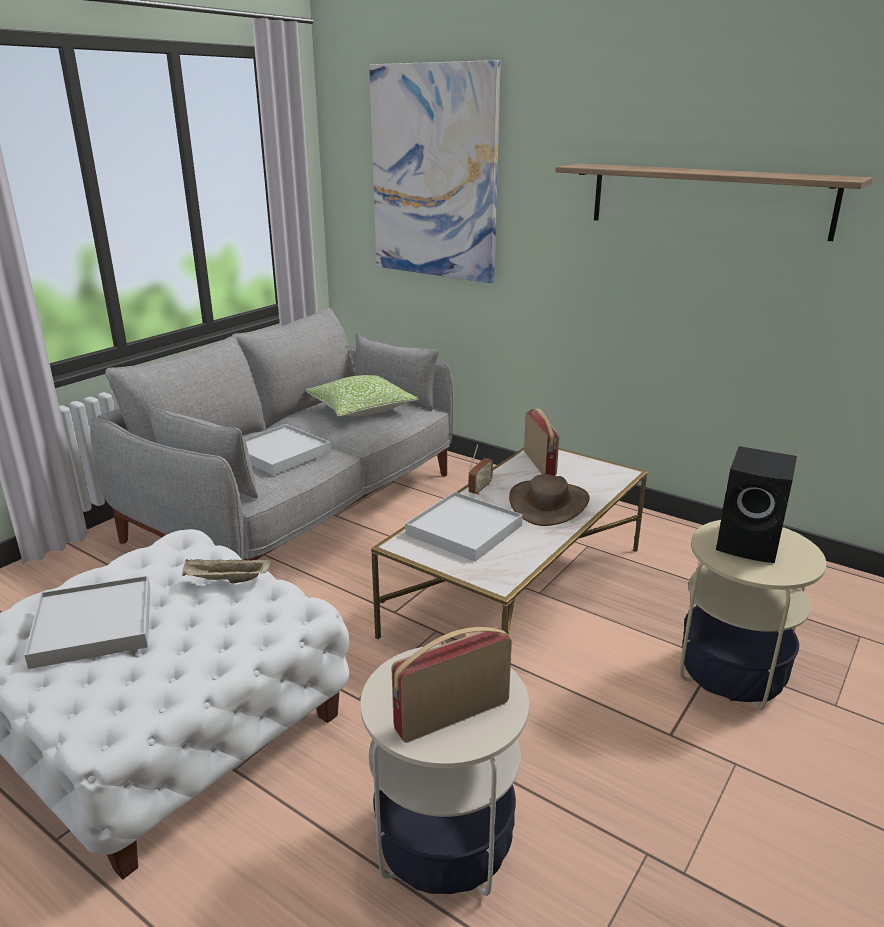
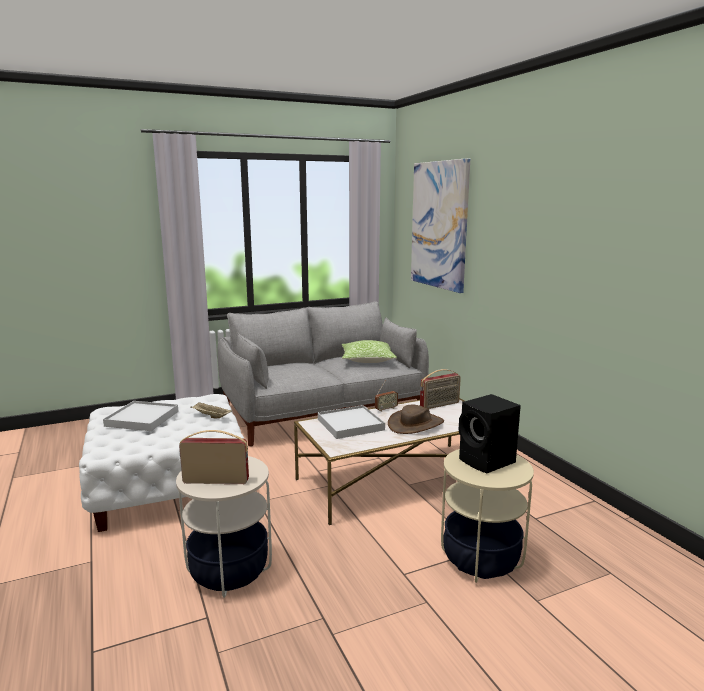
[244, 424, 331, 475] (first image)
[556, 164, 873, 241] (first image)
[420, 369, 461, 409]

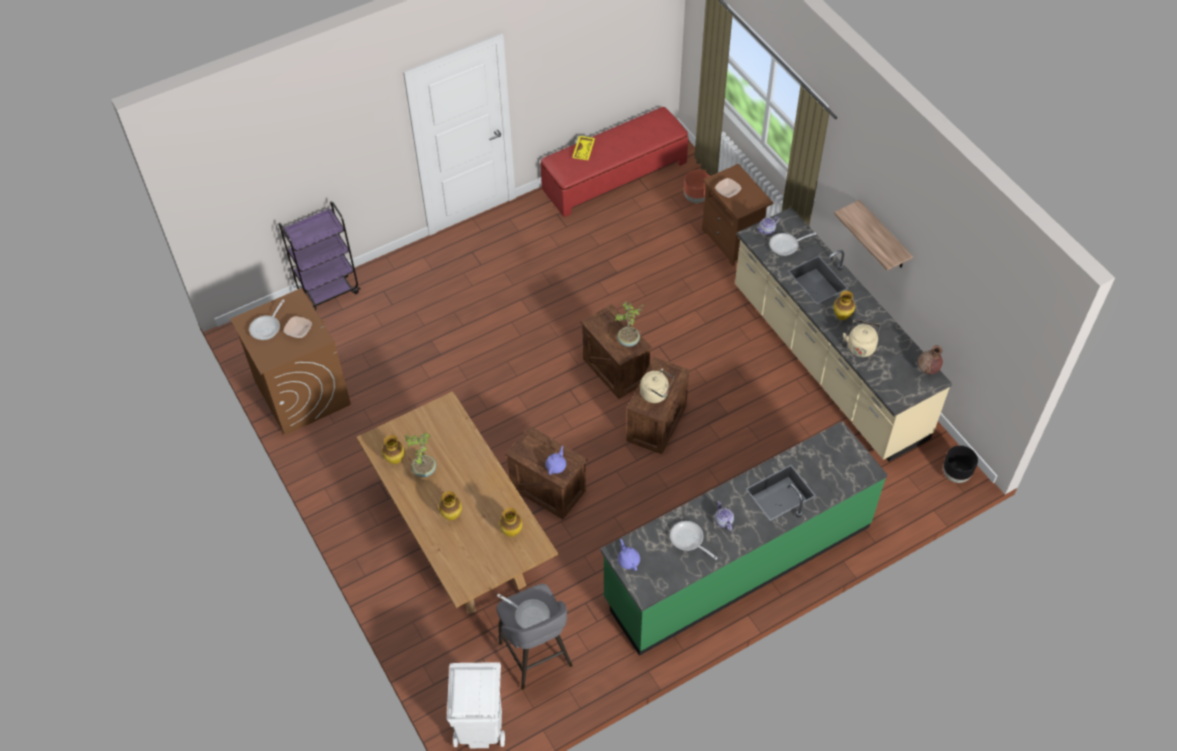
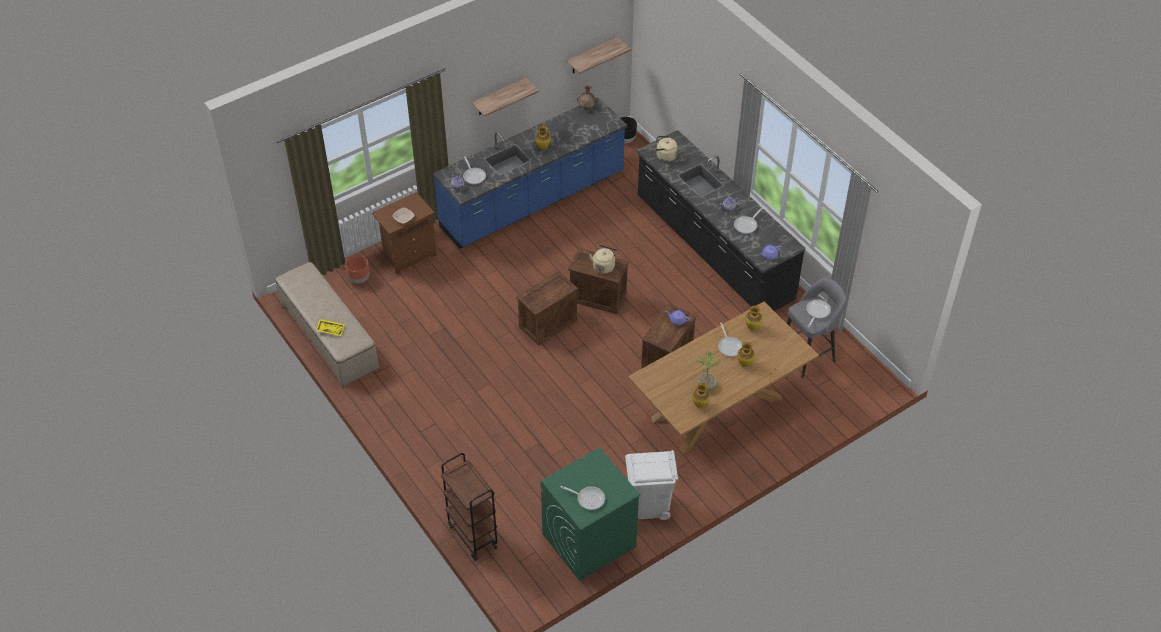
[284, 316, 312, 338] (first image)
[615, 301, 644, 347] (first image)
[566, 37, 631, 74]
[718, 323, 742, 357]
[625, 450, 678, 520]
[654, 136, 678, 162]
[541, 447, 640, 581]
[441, 453, 497, 561]
[275, 262, 379, 386]
[636, 130, 805, 311]
[433, 97, 627, 249]

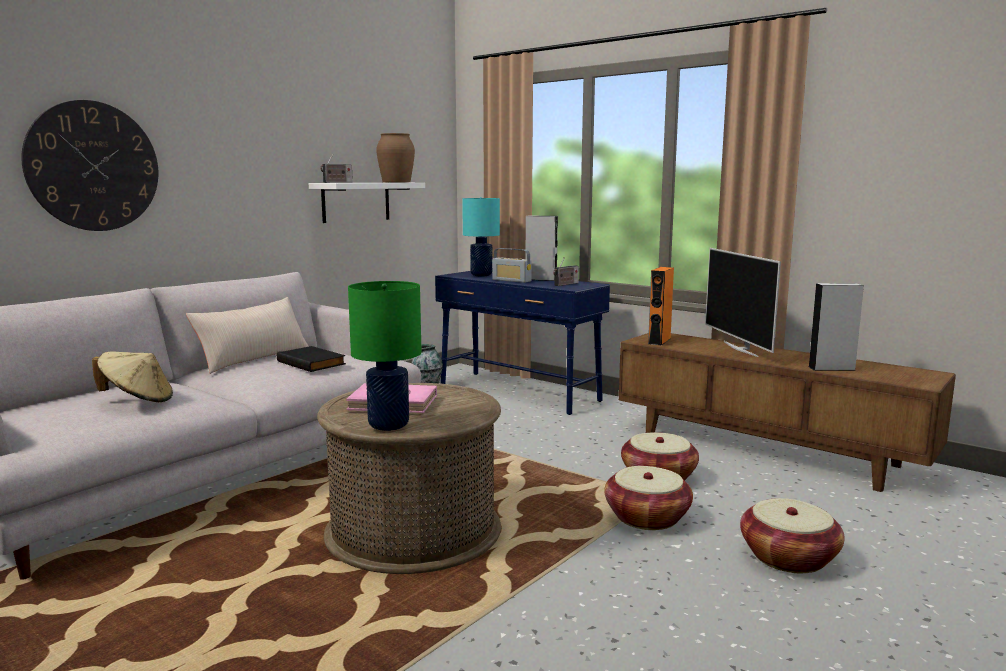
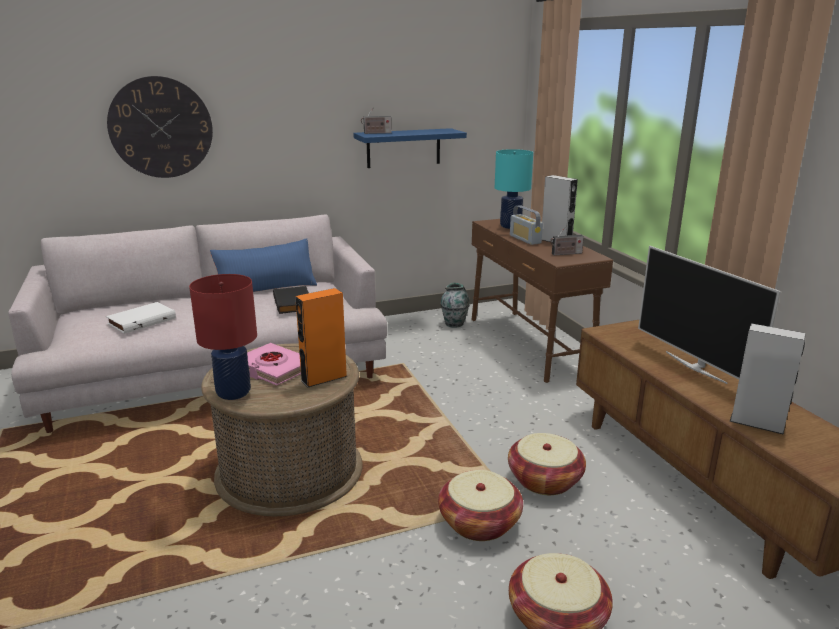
[376, 133, 415, 182] (first image)
[295, 288, 348, 387]
[106, 302, 176, 334]
[210, 238, 317, 292]
[353, 128, 467, 168]
[189, 274, 257, 400]
[472, 219, 613, 383]
[638, 246, 781, 384]

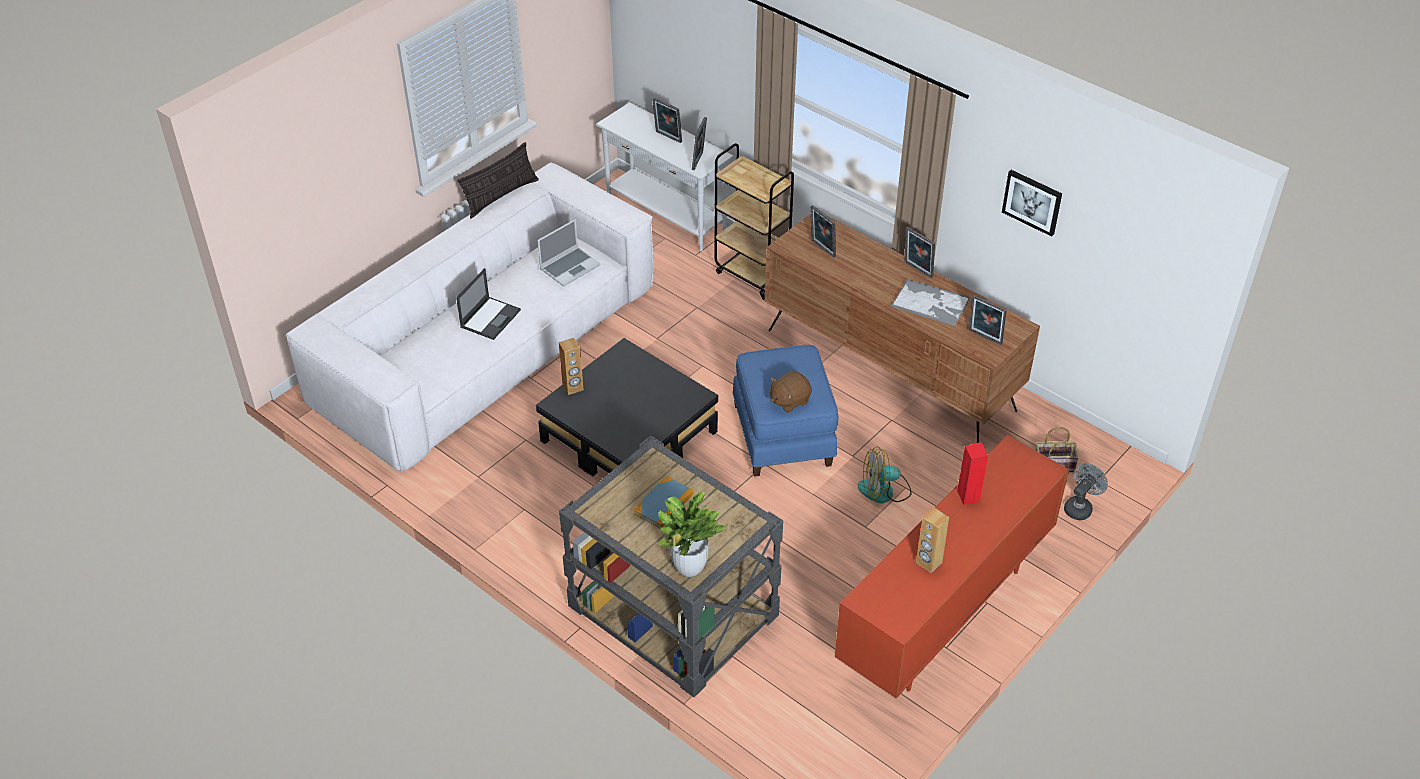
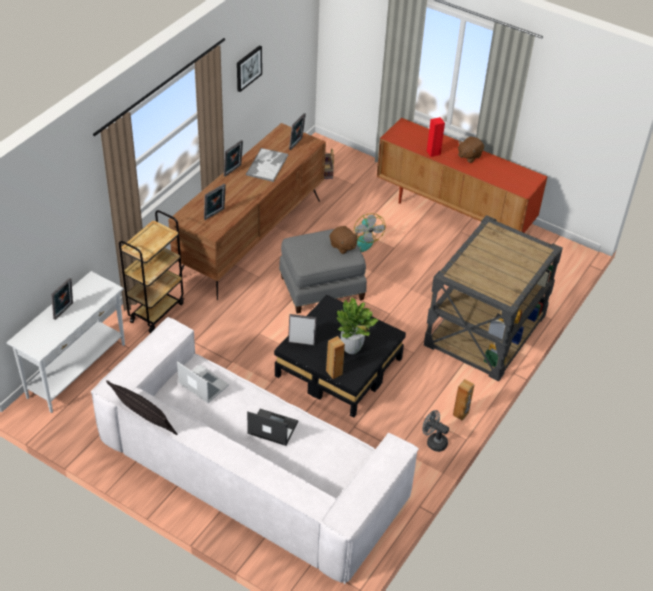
[634, 476, 693, 529] (first image)
[458, 136, 484, 163]
[337, 297, 378, 354]
[288, 314, 316, 346]
[453, 379, 475, 421]
[422, 410, 449, 452]
[279, 229, 367, 314]

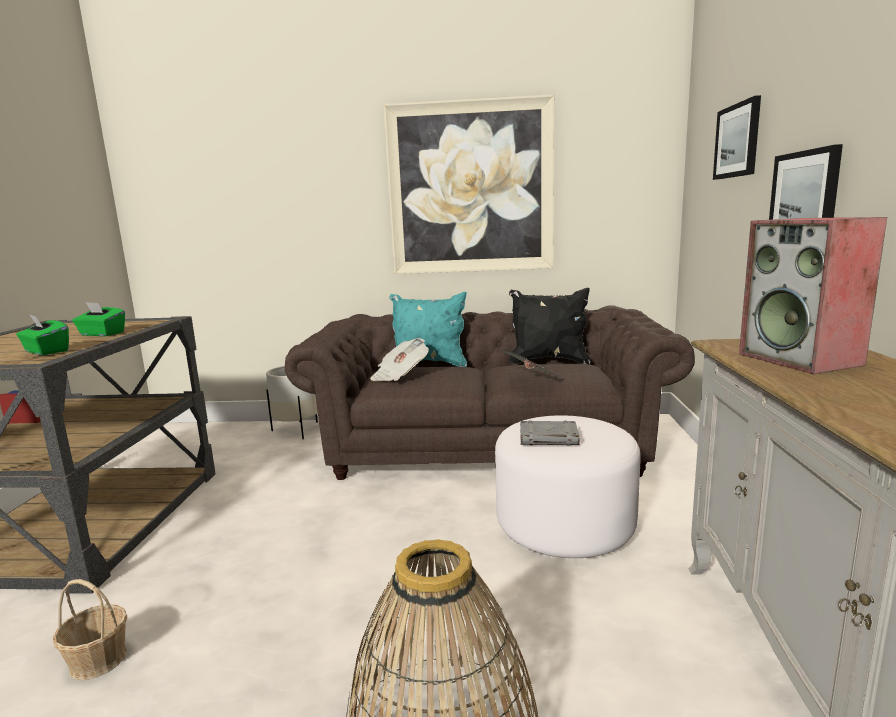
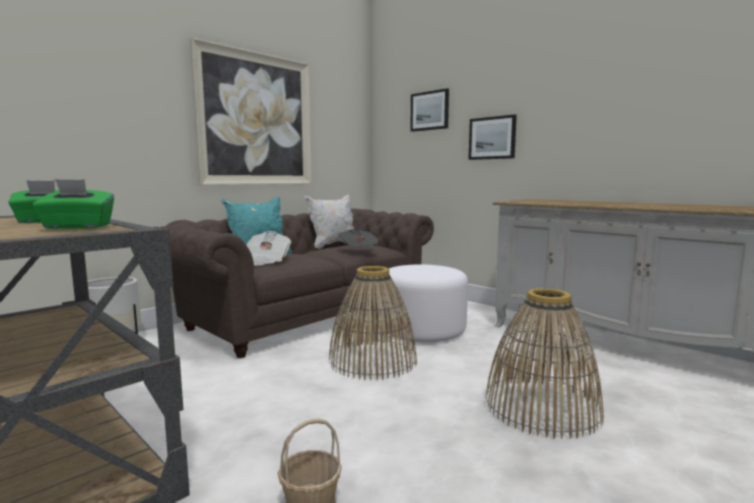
[520, 421, 580, 446] (first image)
[739, 217, 887, 374] (first image)
[329, 266, 417, 380]
[304, 195, 354, 249]

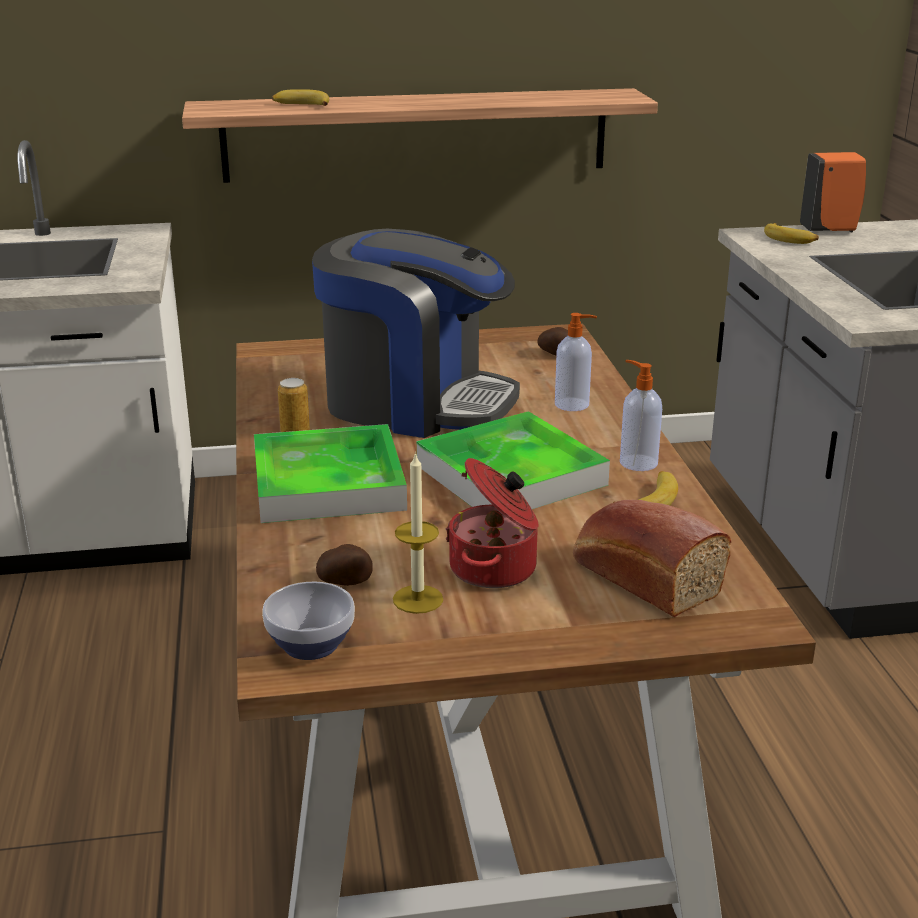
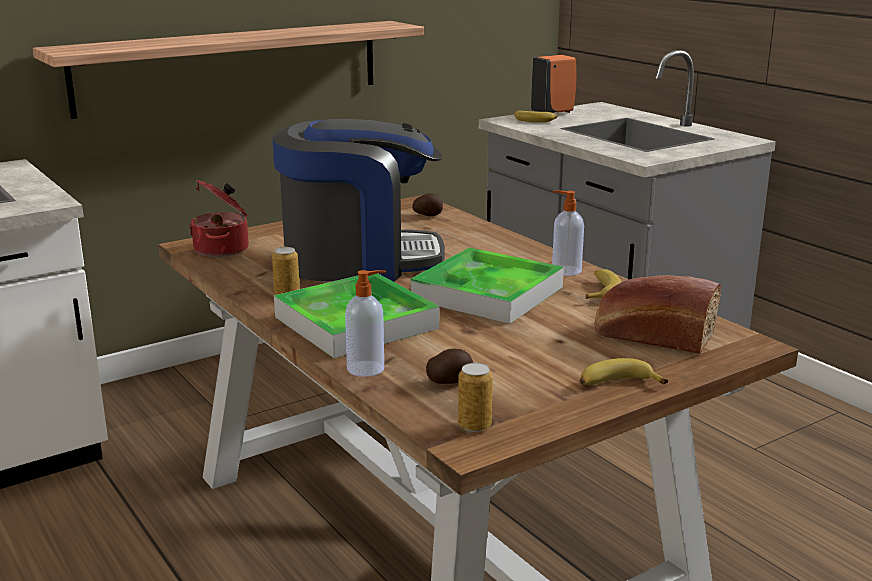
[393, 452, 443, 614] (first image)
[580, 358, 668, 385]
[189, 180, 249, 257]
[345, 270, 386, 377]
[458, 363, 493, 432]

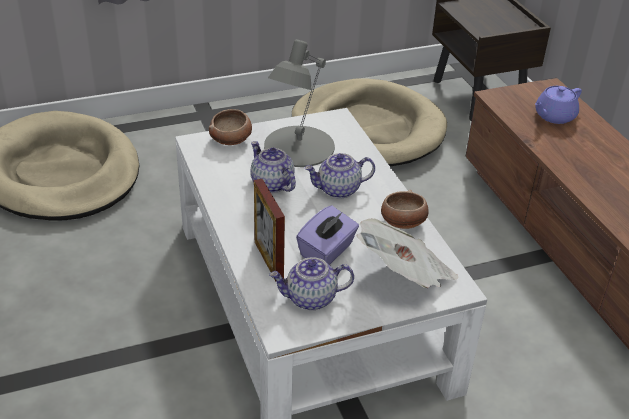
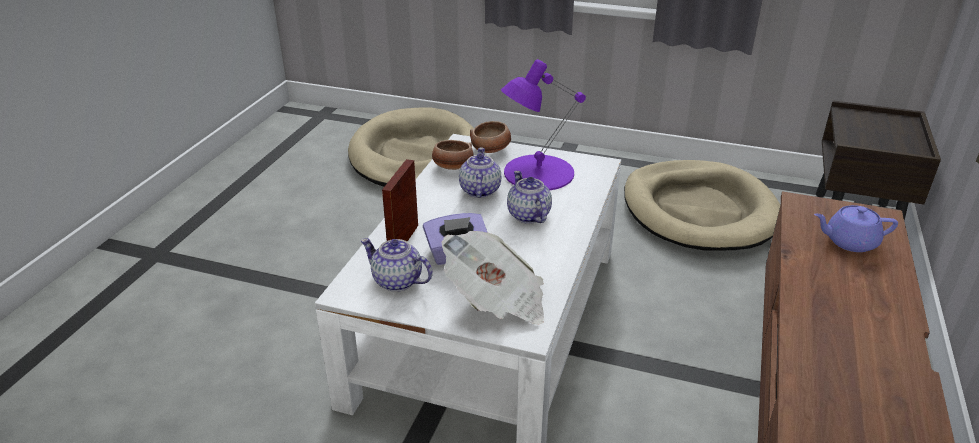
[432, 140, 474, 170]
[501, 59, 586, 190]
[507, 171, 552, 224]

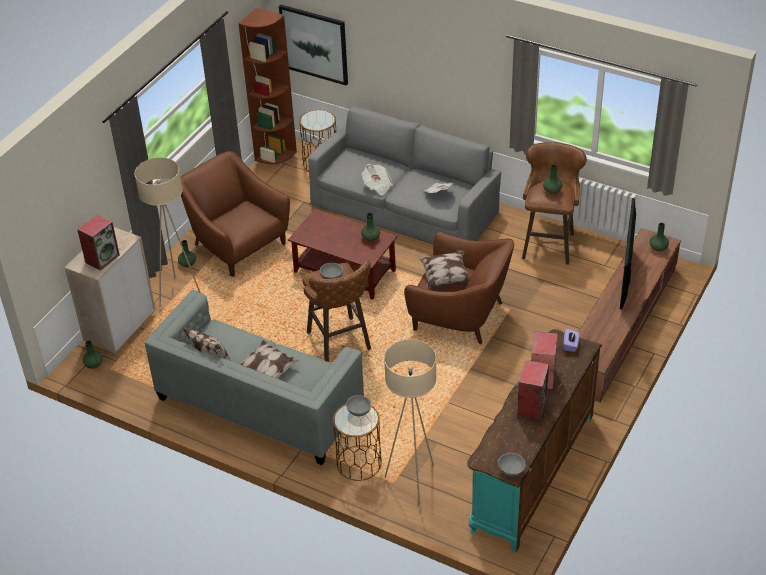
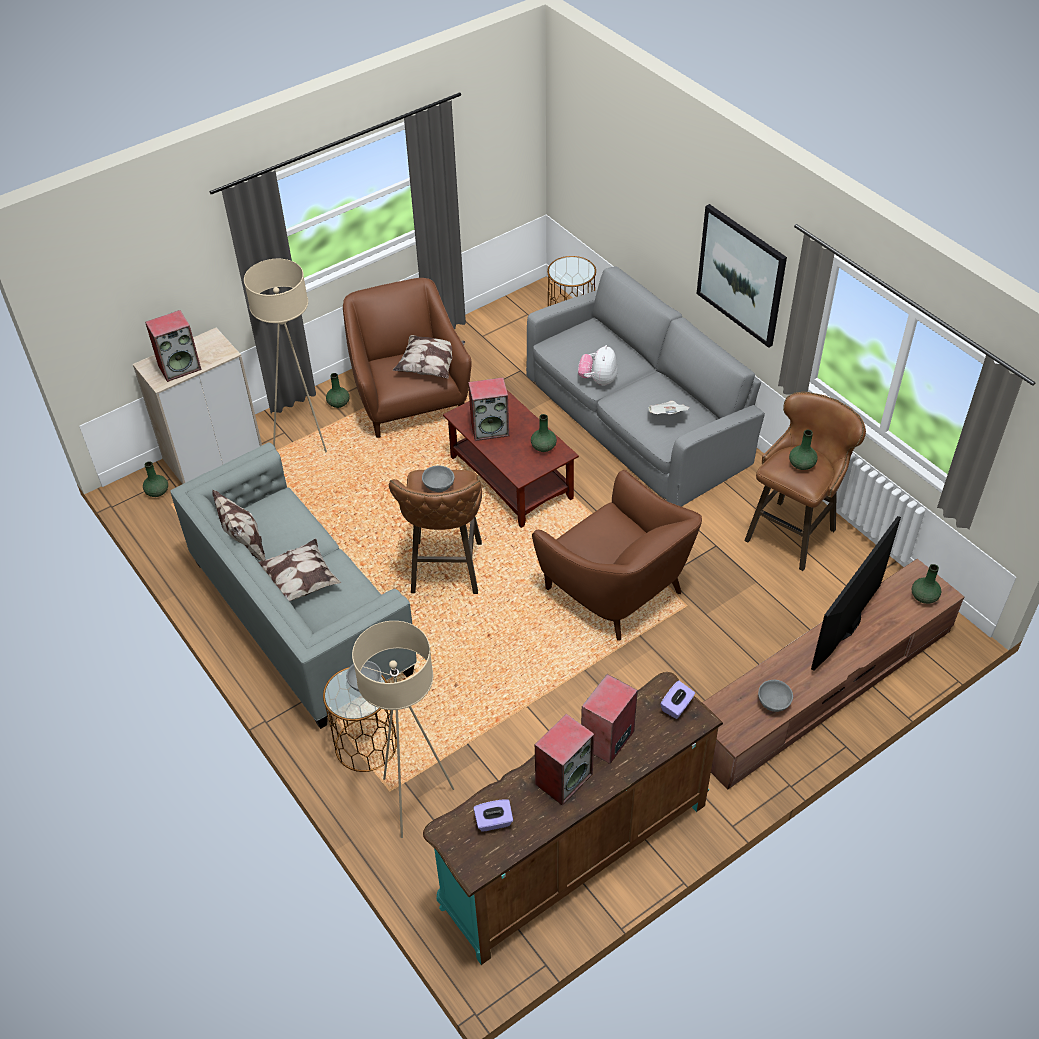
[238, 8, 297, 165] (first image)
[468, 377, 509, 441]
[473, 799, 513, 832]
[697, 204, 787, 348]
[393, 335, 465, 378]
[758, 680, 793, 712]
[578, 345, 618, 386]

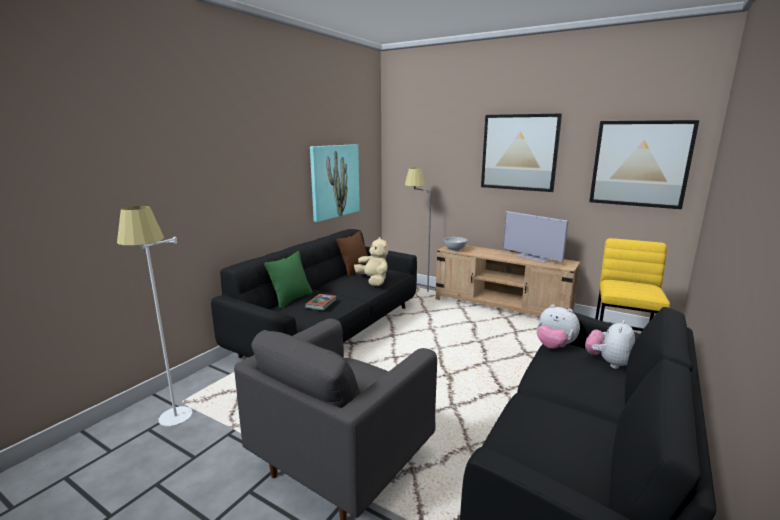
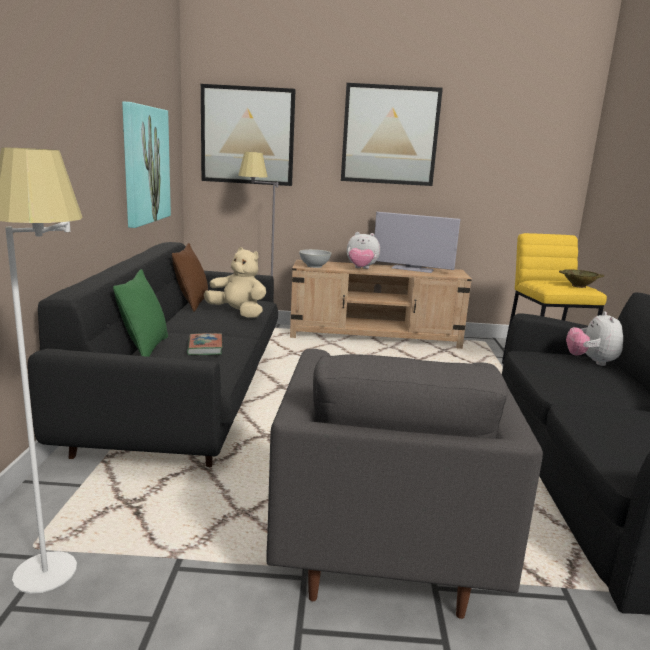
[559, 269, 604, 288]
[347, 232, 380, 269]
[201, 84, 296, 186]

